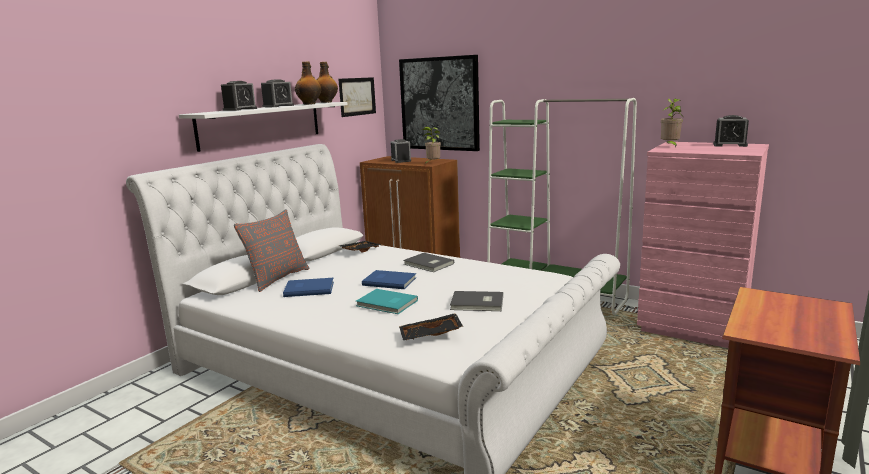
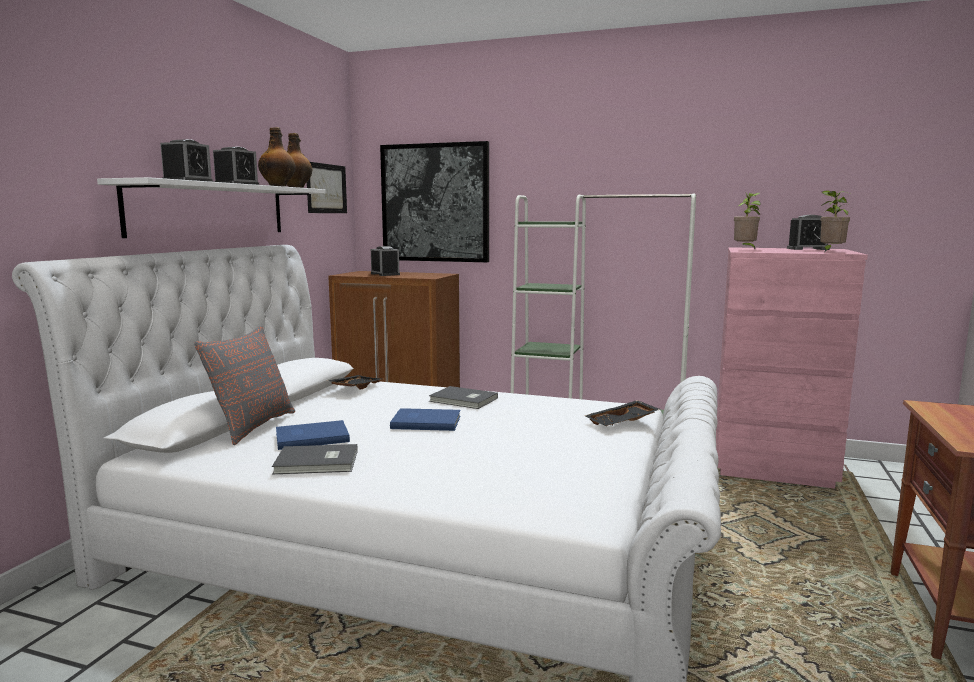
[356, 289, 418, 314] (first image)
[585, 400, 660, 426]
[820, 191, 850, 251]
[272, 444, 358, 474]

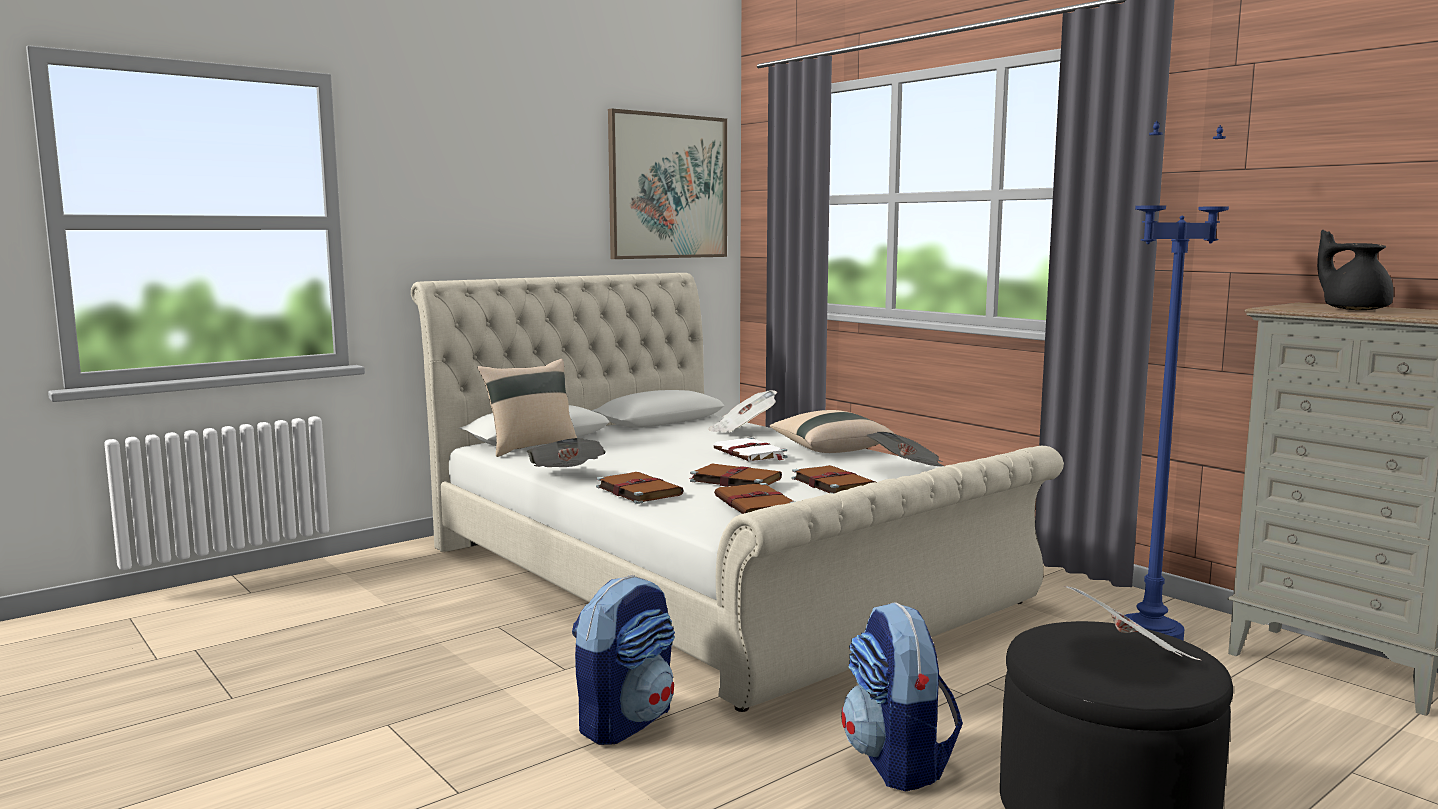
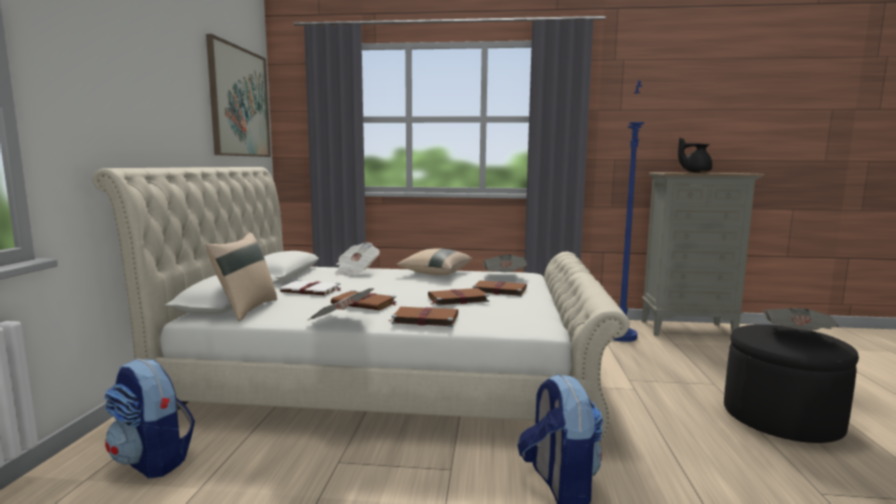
[280, 280, 342, 296]
[331, 290, 398, 310]
[104, 359, 195, 479]

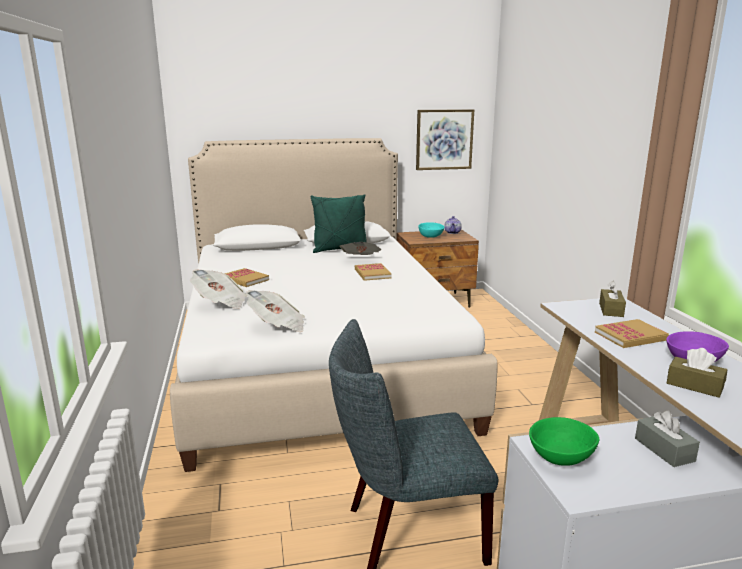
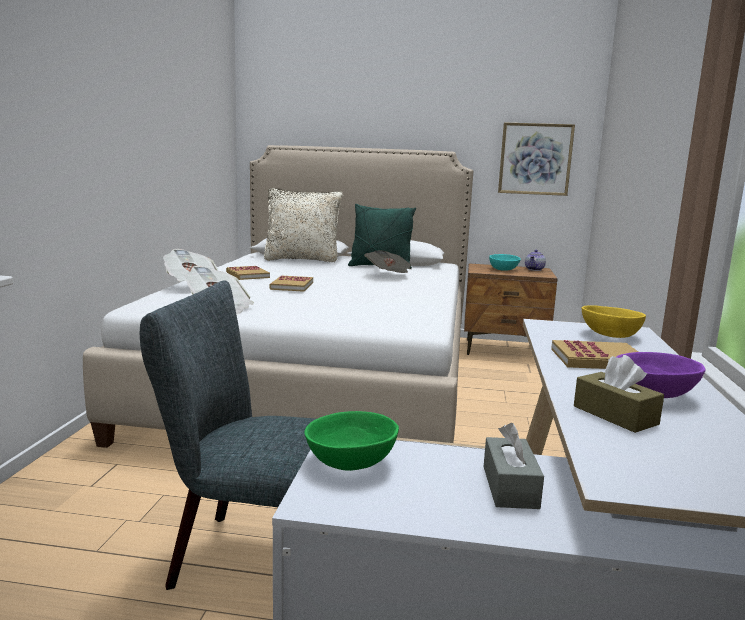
[264, 188, 343, 262]
[269, 275, 313, 292]
[582, 305, 646, 338]

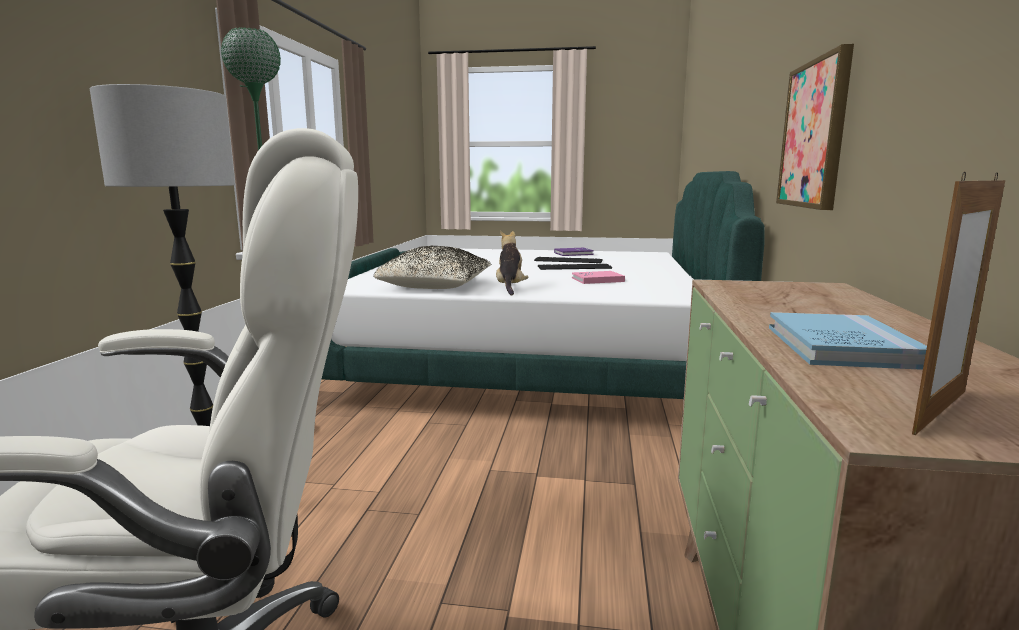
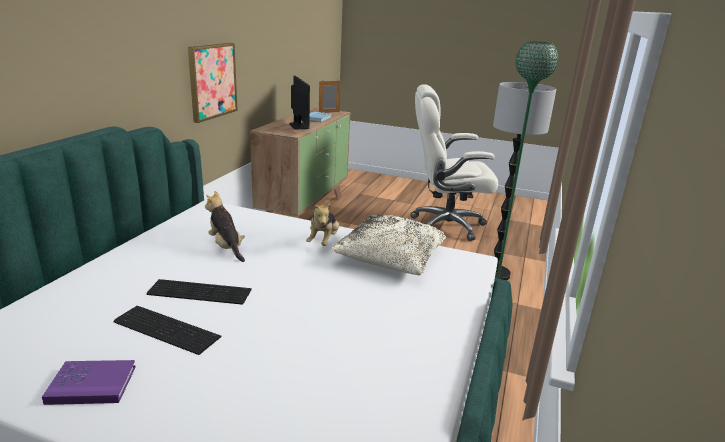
[289, 76, 310, 129]
[205, 191, 245, 262]

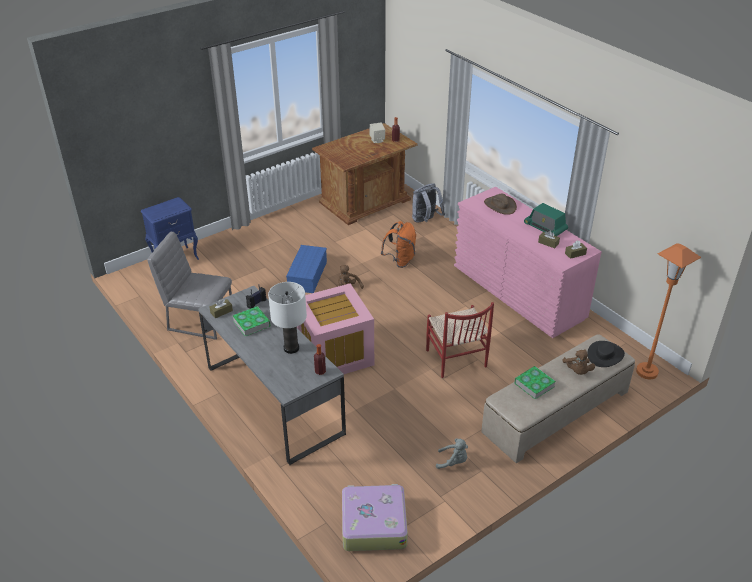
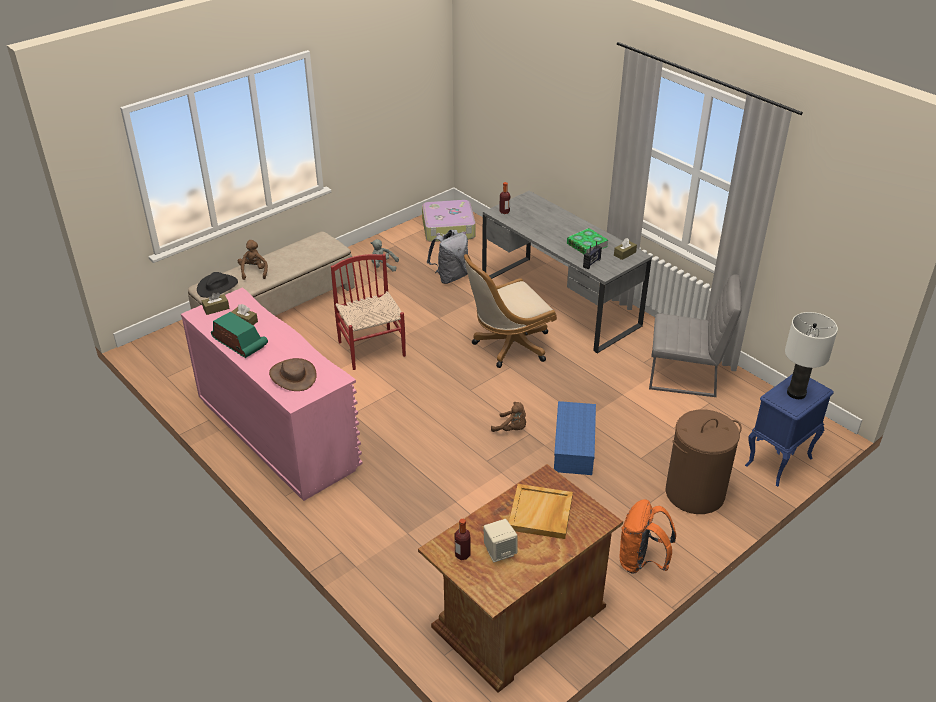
[514, 366, 556, 400] (first image)
[636, 243, 701, 379] (first image)
[509, 484, 573, 539]
[665, 409, 742, 514]
[785, 312, 838, 399]
[620, 499, 676, 574]
[427, 230, 468, 284]
[464, 254, 557, 368]

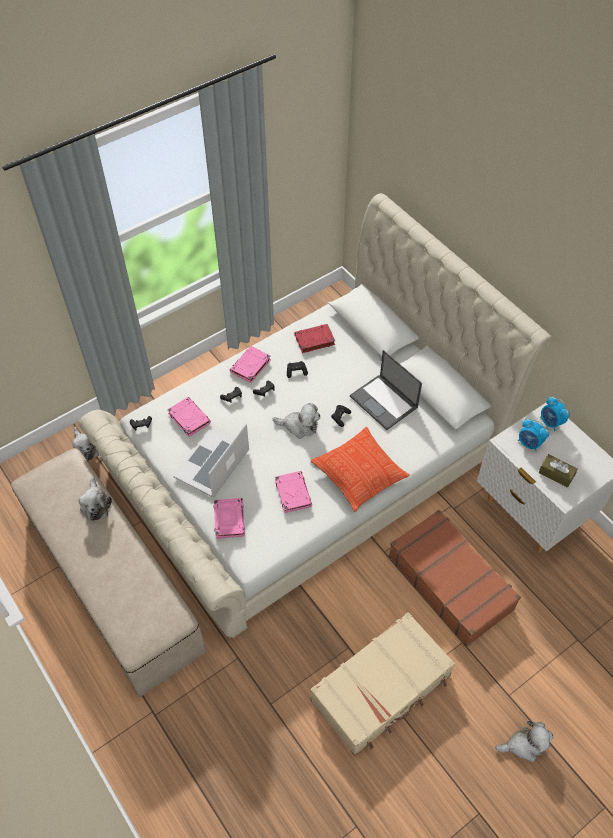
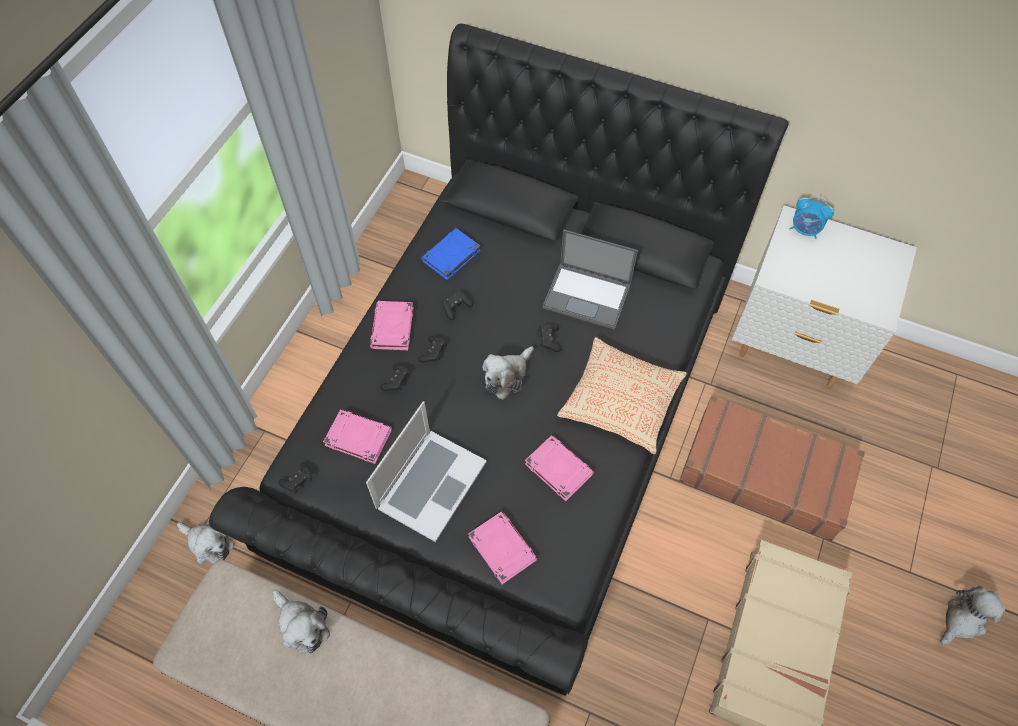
[518, 419, 549, 452] (first image)
[538, 454, 577, 488] (first image)
[209, 24, 789, 696]
[421, 228, 481, 280]
[557, 337, 687, 454]
[366, 401, 487, 542]
[482, 346, 534, 400]

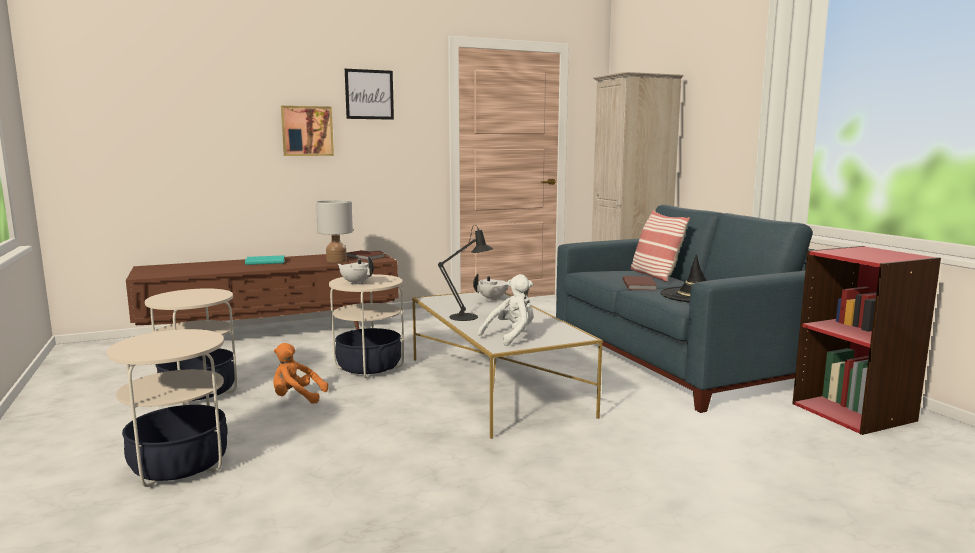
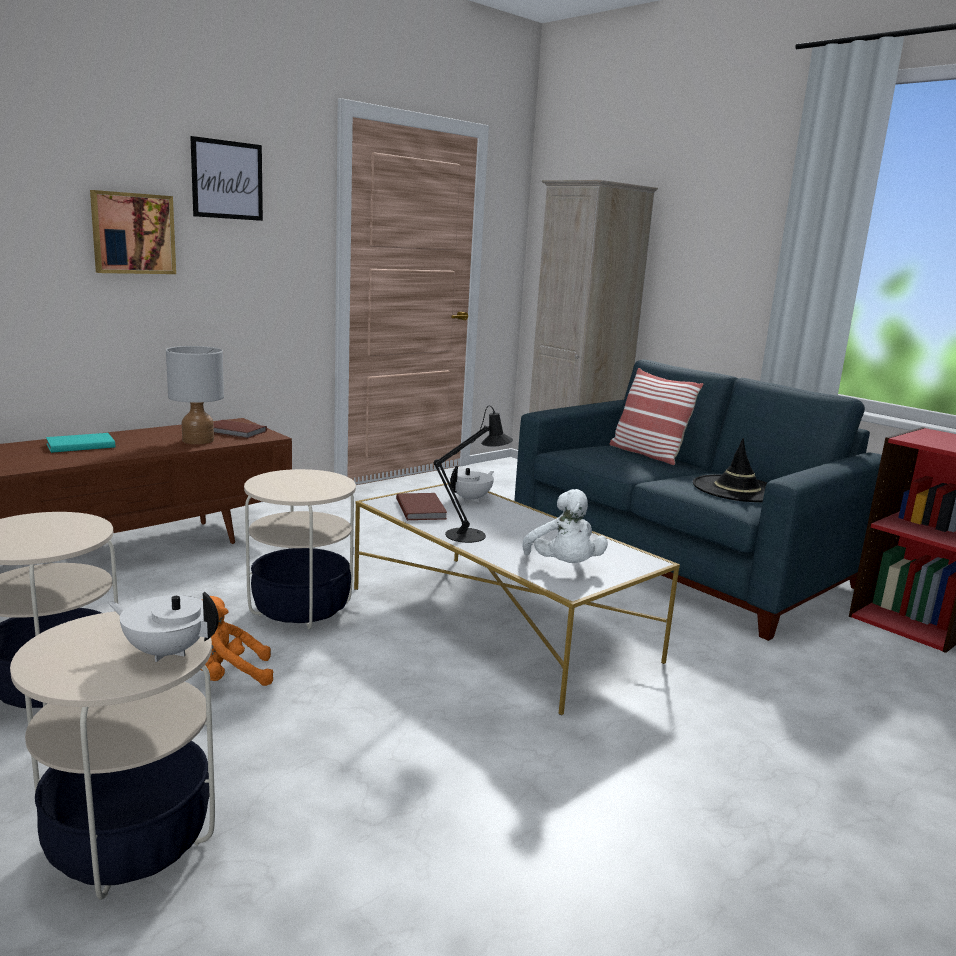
[108, 592, 219, 662]
[396, 493, 447, 520]
[523, 489, 608, 563]

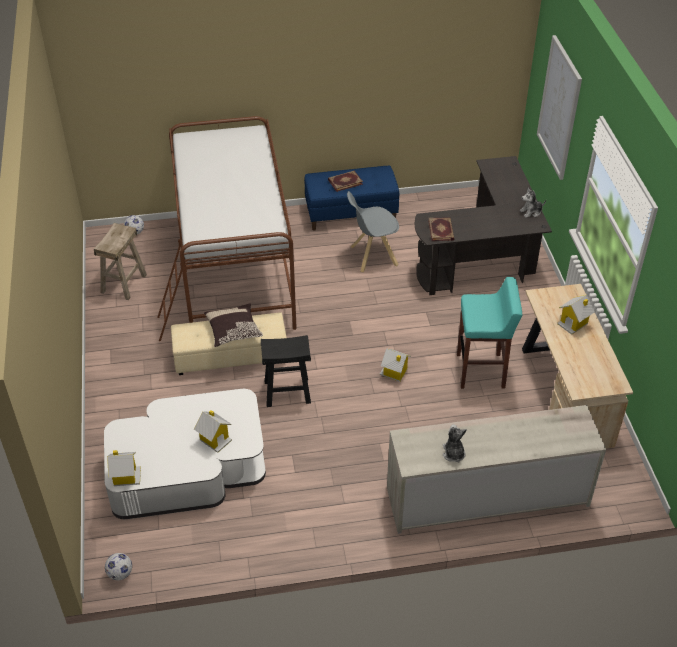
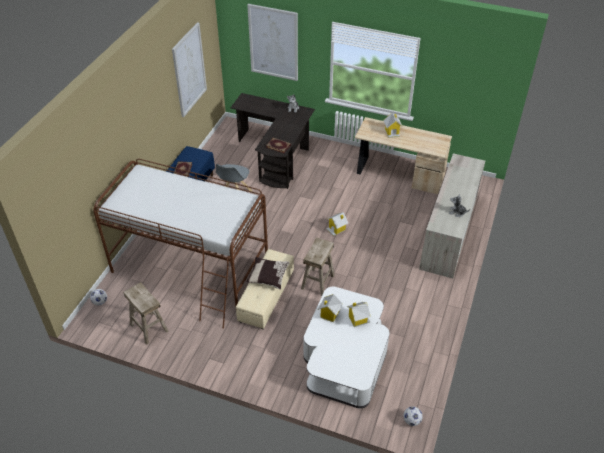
[457, 277, 522, 389] (first image)
[172, 22, 207, 117]
[318, 294, 343, 323]
[301, 237, 334, 296]

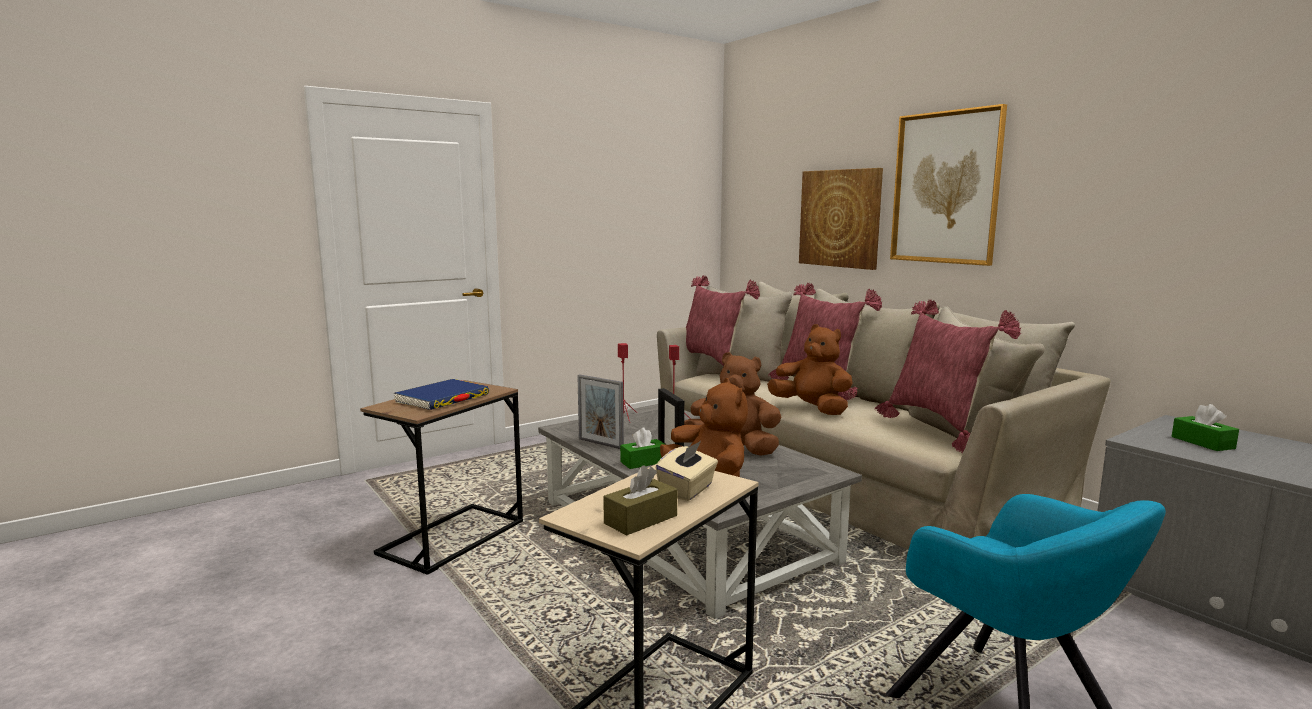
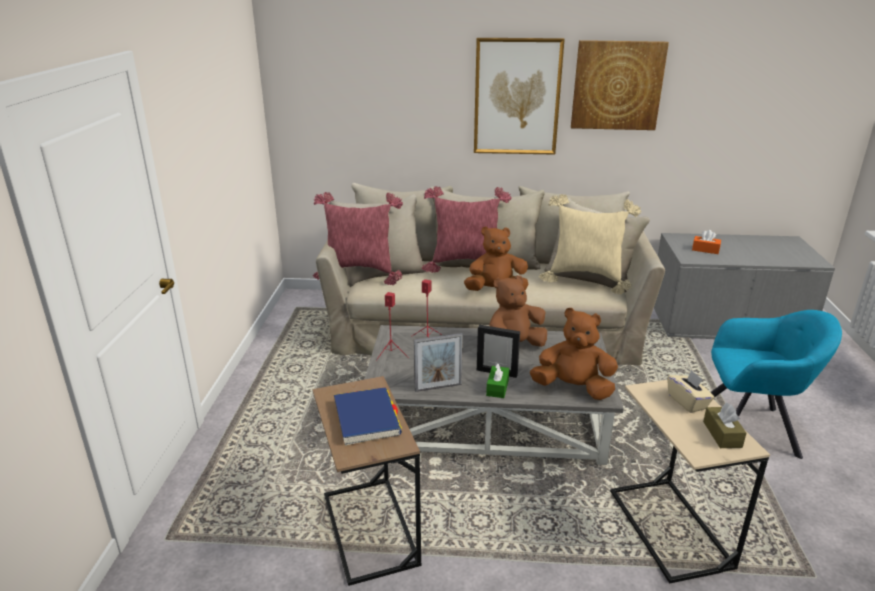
[571, 40, 669, 130]
[539, 194, 641, 295]
[692, 230, 721, 254]

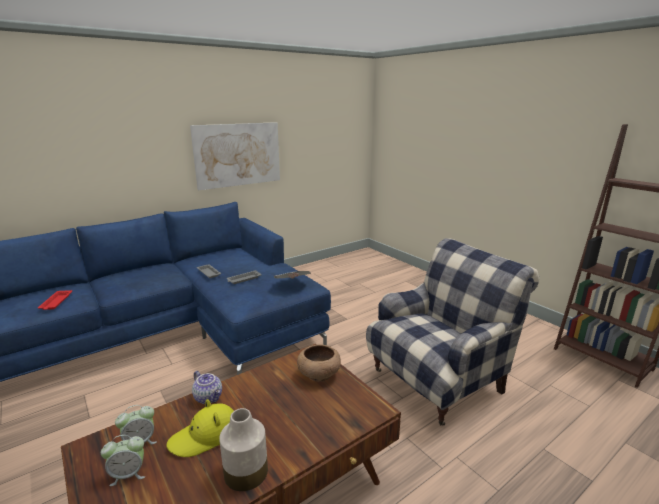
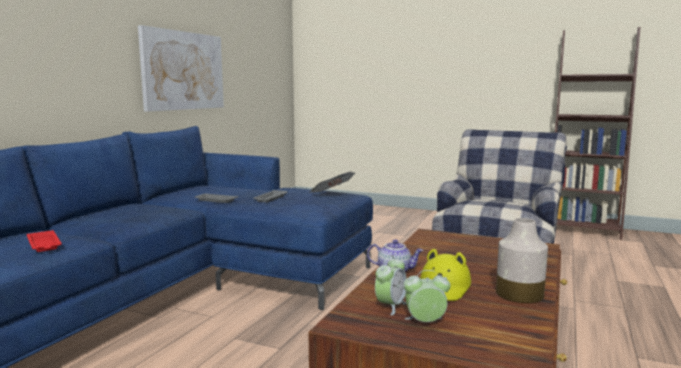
[297, 344, 341, 382] (first image)
[404, 270, 451, 322]

